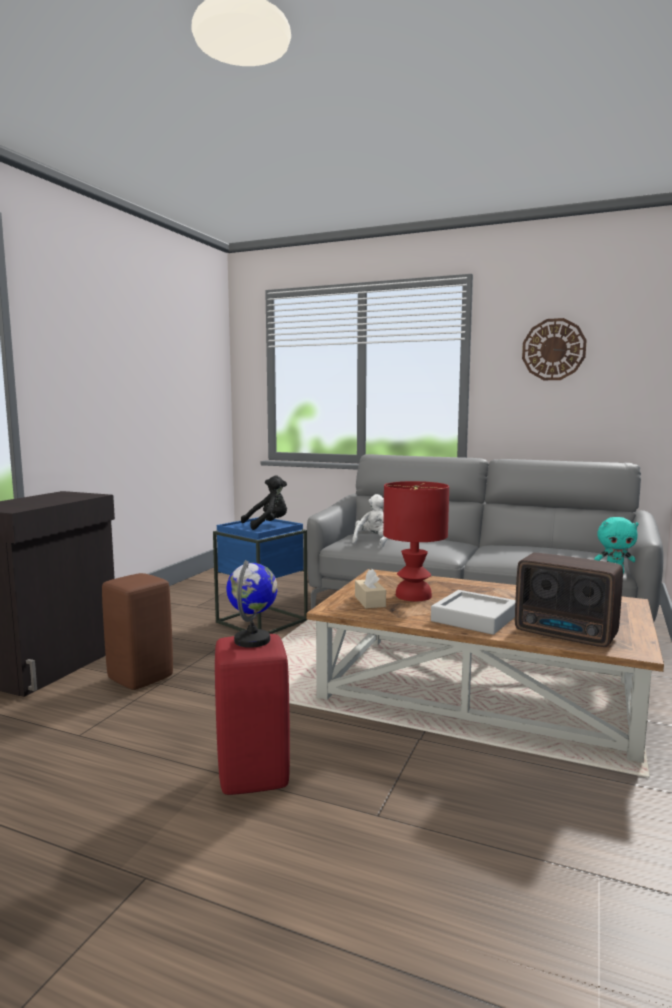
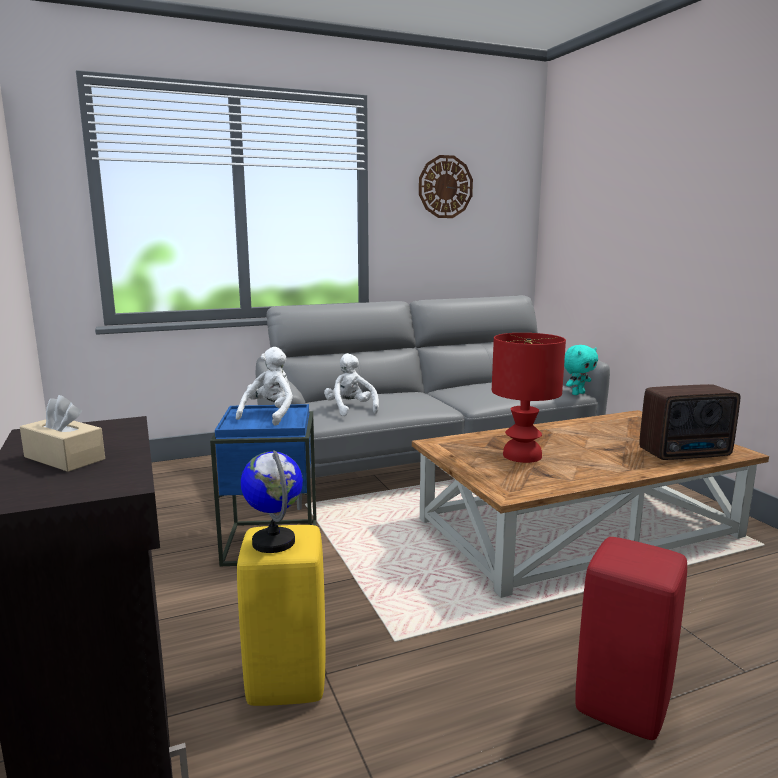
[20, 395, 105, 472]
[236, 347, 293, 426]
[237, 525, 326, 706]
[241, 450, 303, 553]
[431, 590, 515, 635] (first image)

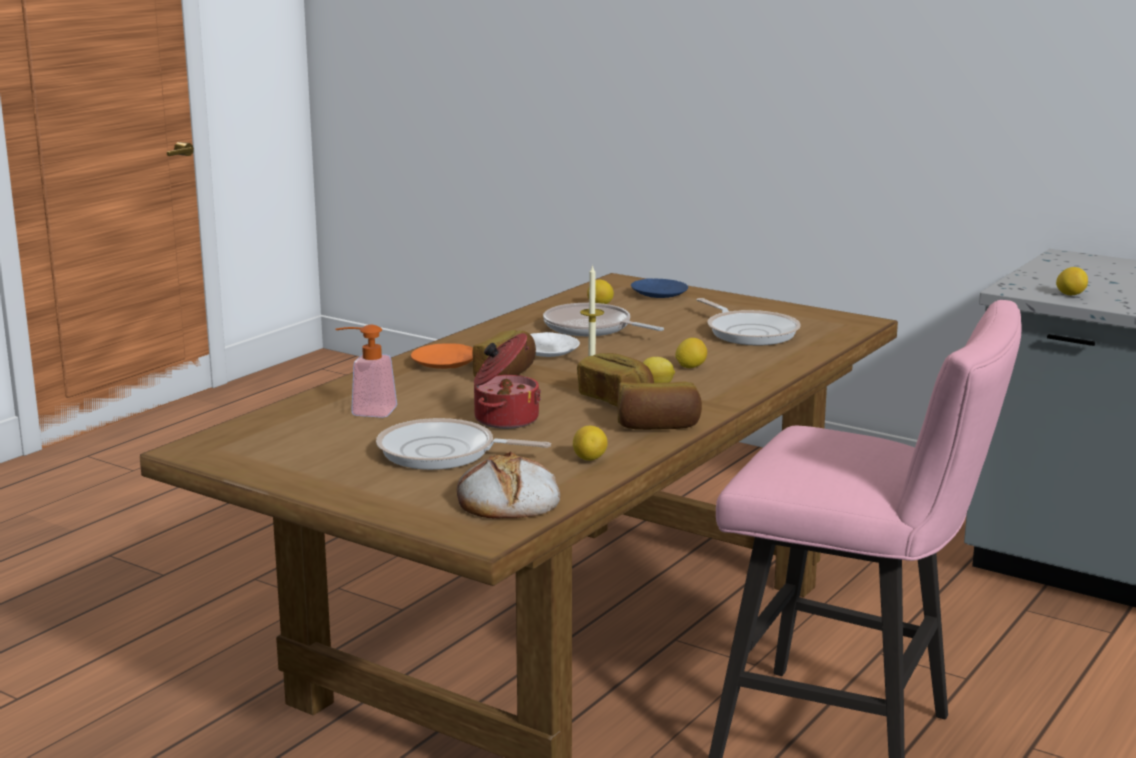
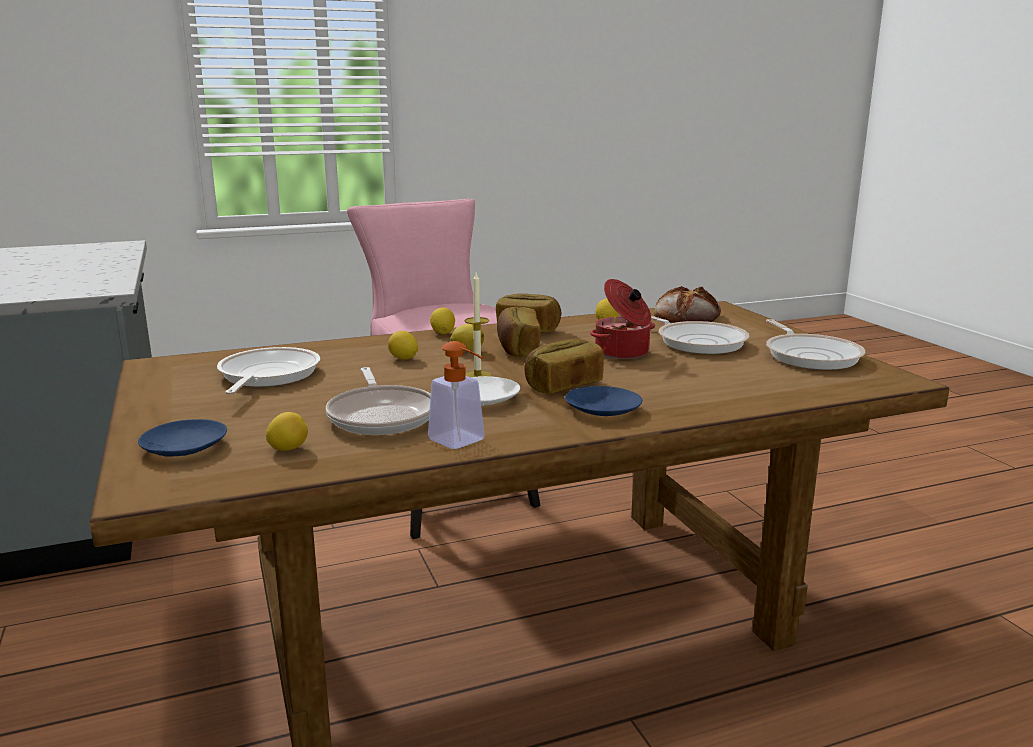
[428, 341, 485, 449]
[430, 308, 455, 334]
[565, 386, 642, 416]
[766, 319, 865, 370]

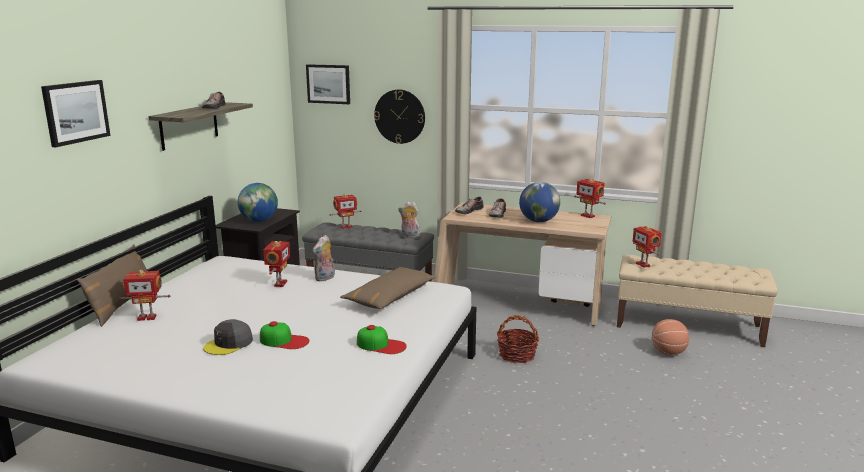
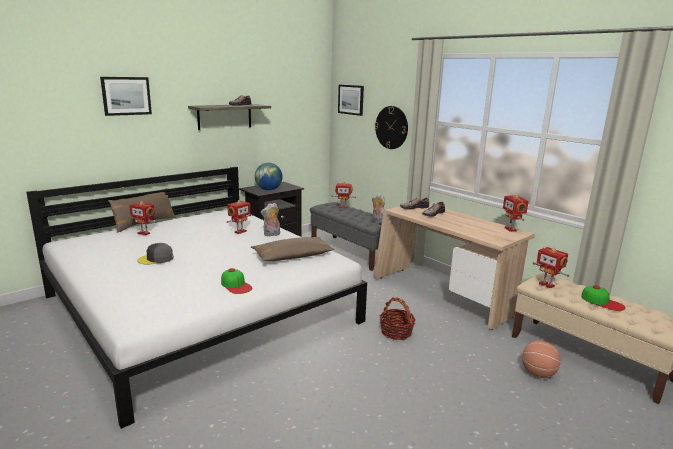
[533, 247, 569, 288]
[581, 285, 626, 311]
[519, 182, 560, 222] (first image)

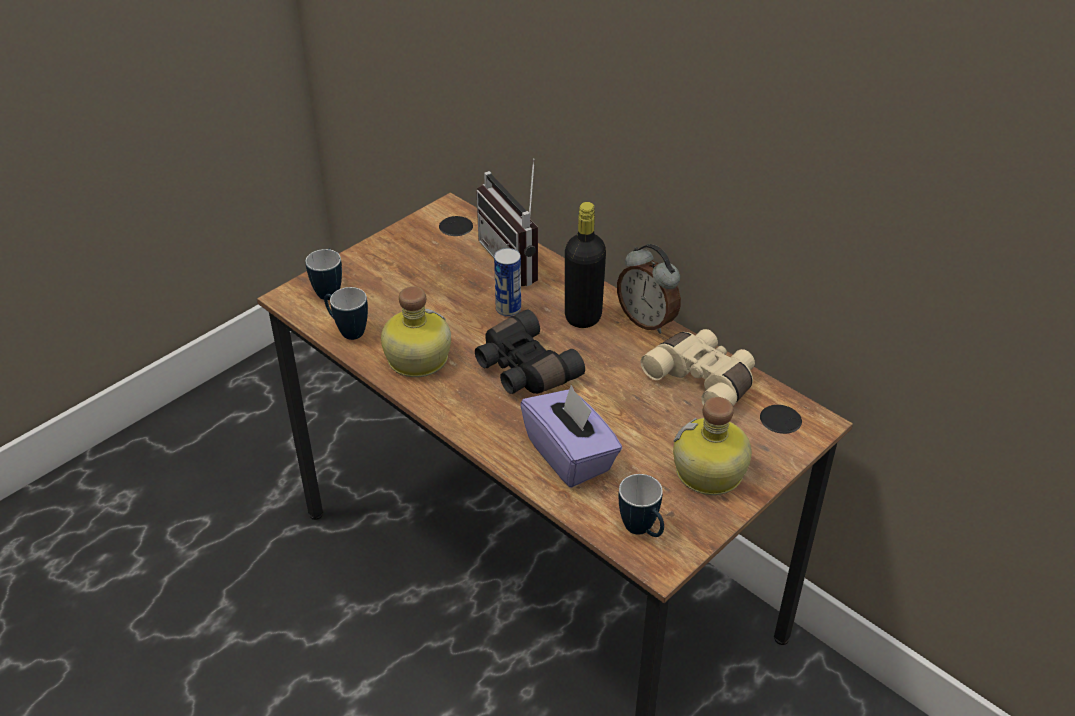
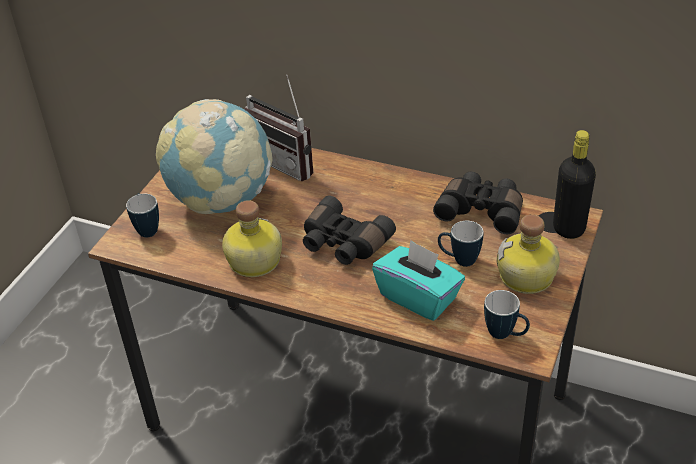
[156, 99, 273, 214]
[372, 240, 465, 321]
[433, 172, 523, 234]
[438, 221, 483, 267]
[553, 130, 596, 239]
[494, 248, 521, 317] (first image)
[617, 244, 681, 334] (first image)

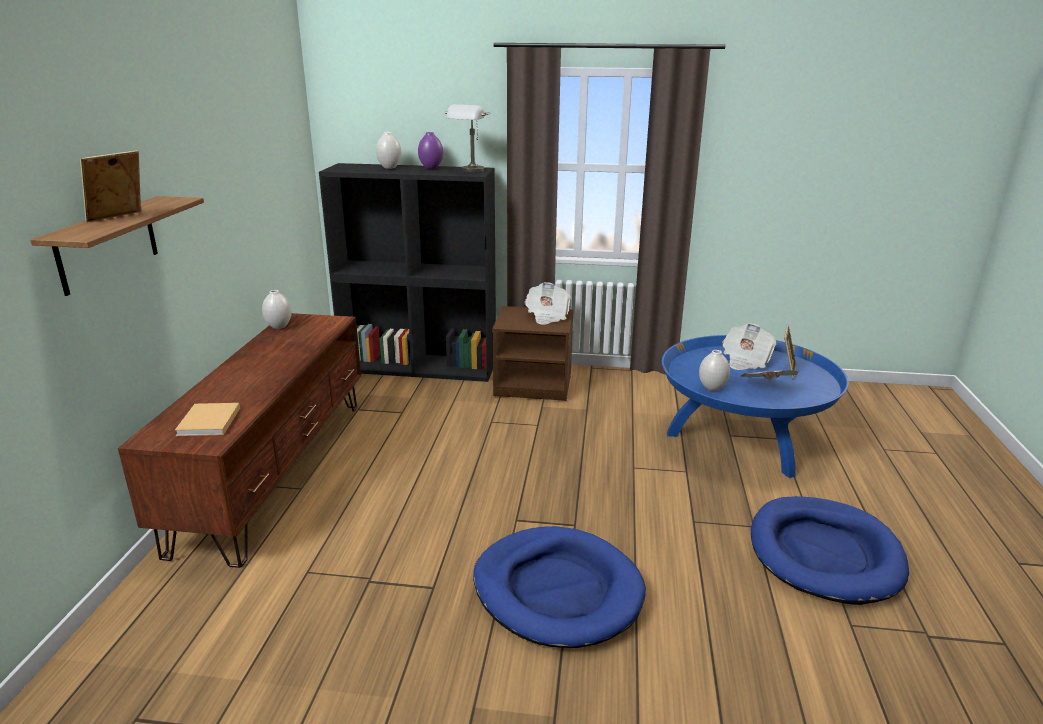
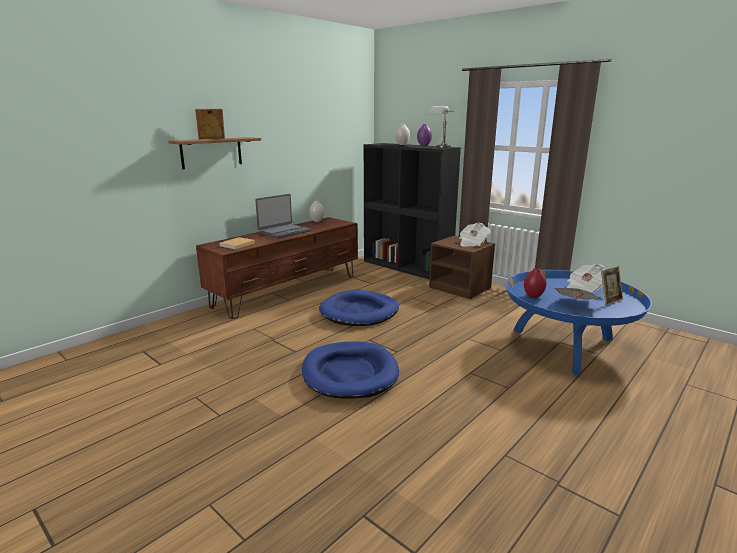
[255, 194, 311, 239]
[319, 290, 399, 326]
[524, 268, 547, 298]

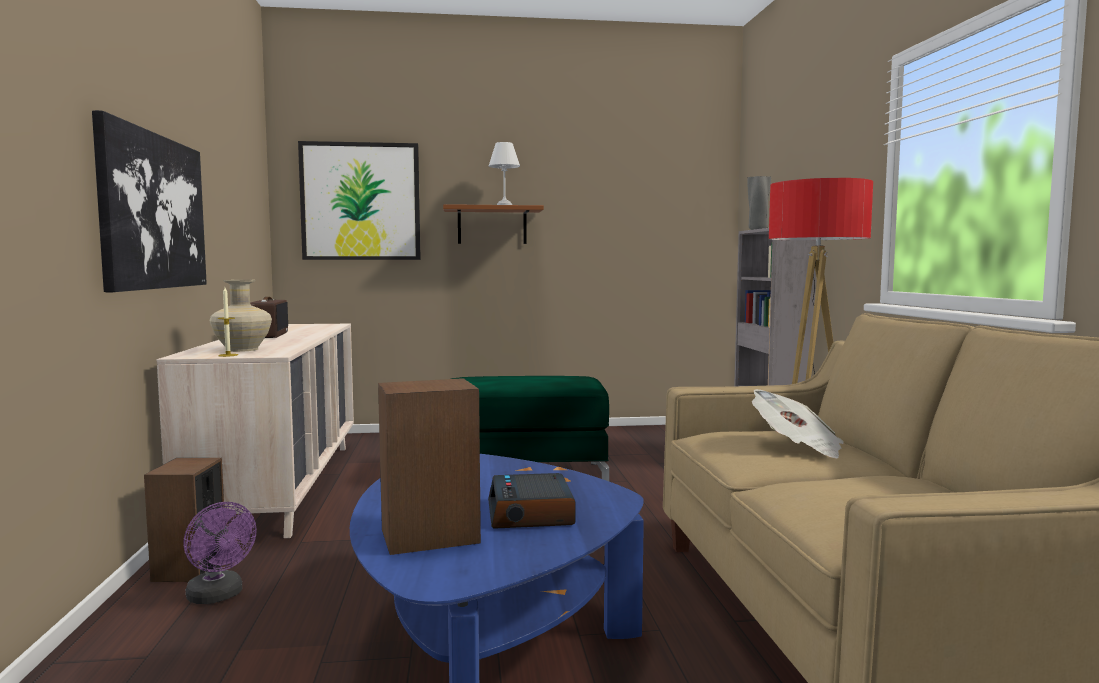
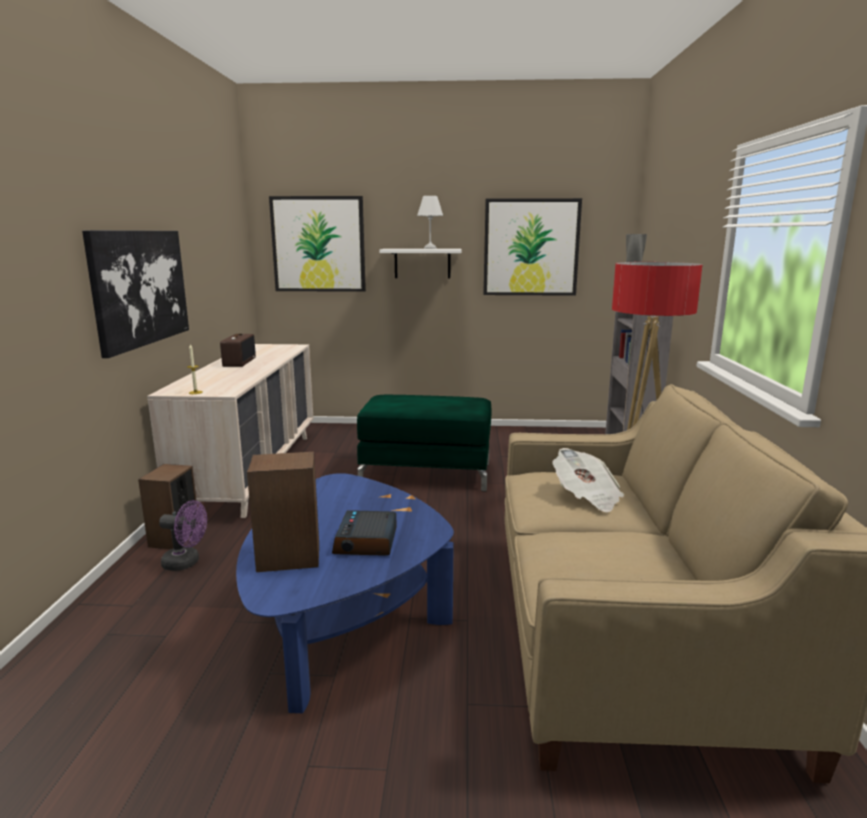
[159, 500, 207, 571]
[379, 249, 461, 278]
[483, 198, 582, 296]
[209, 280, 272, 352] (first image)

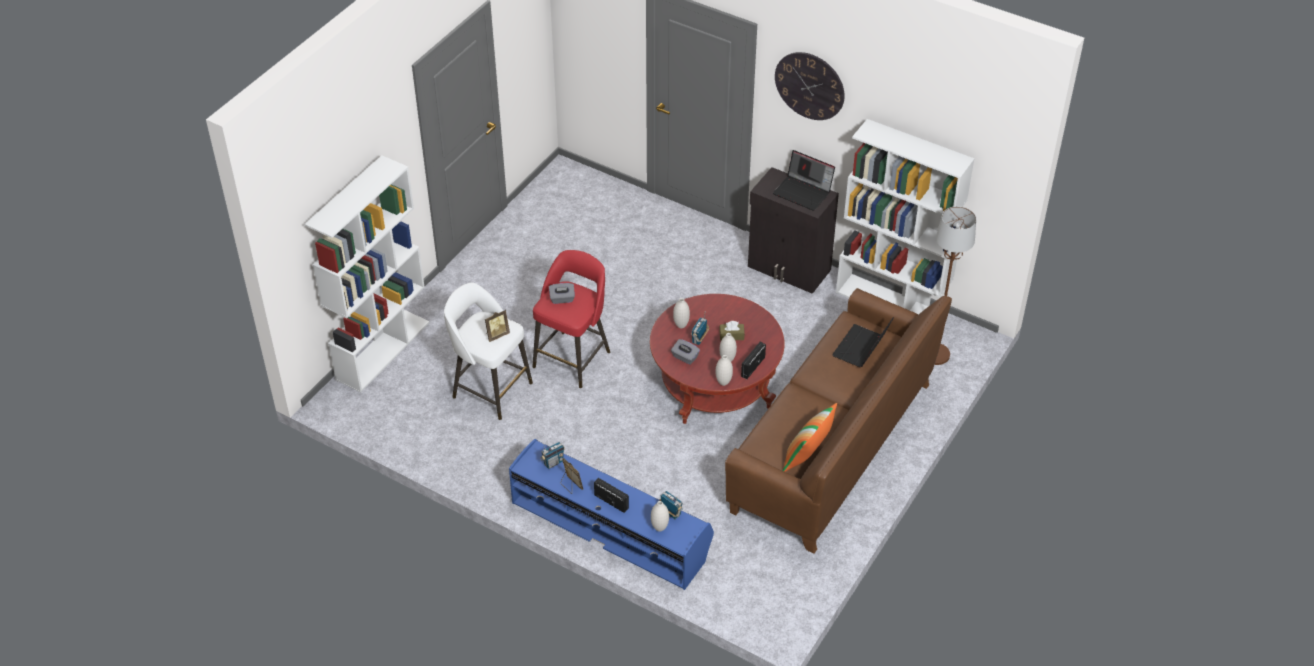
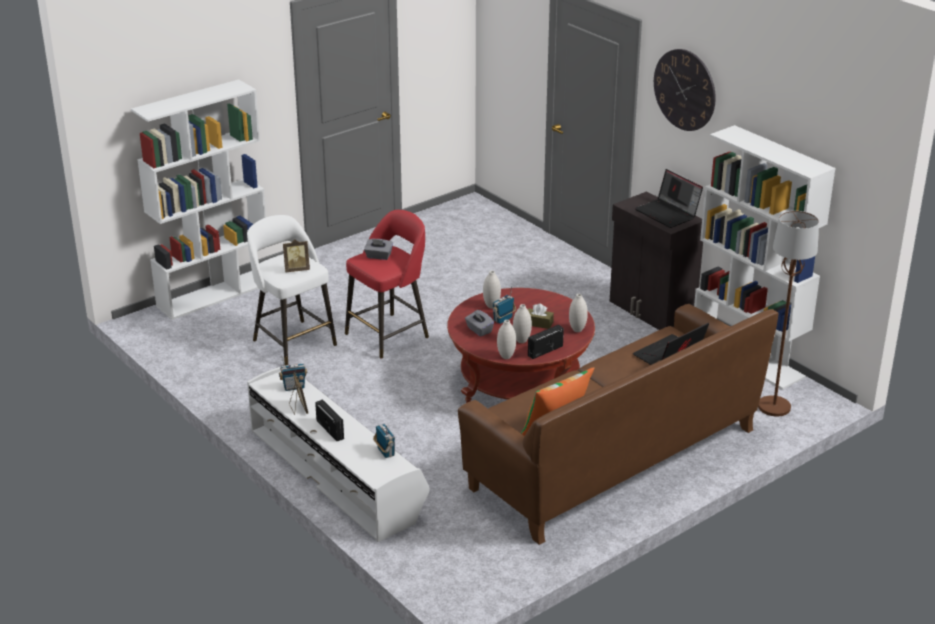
[247, 365, 430, 542]
[569, 294, 588, 332]

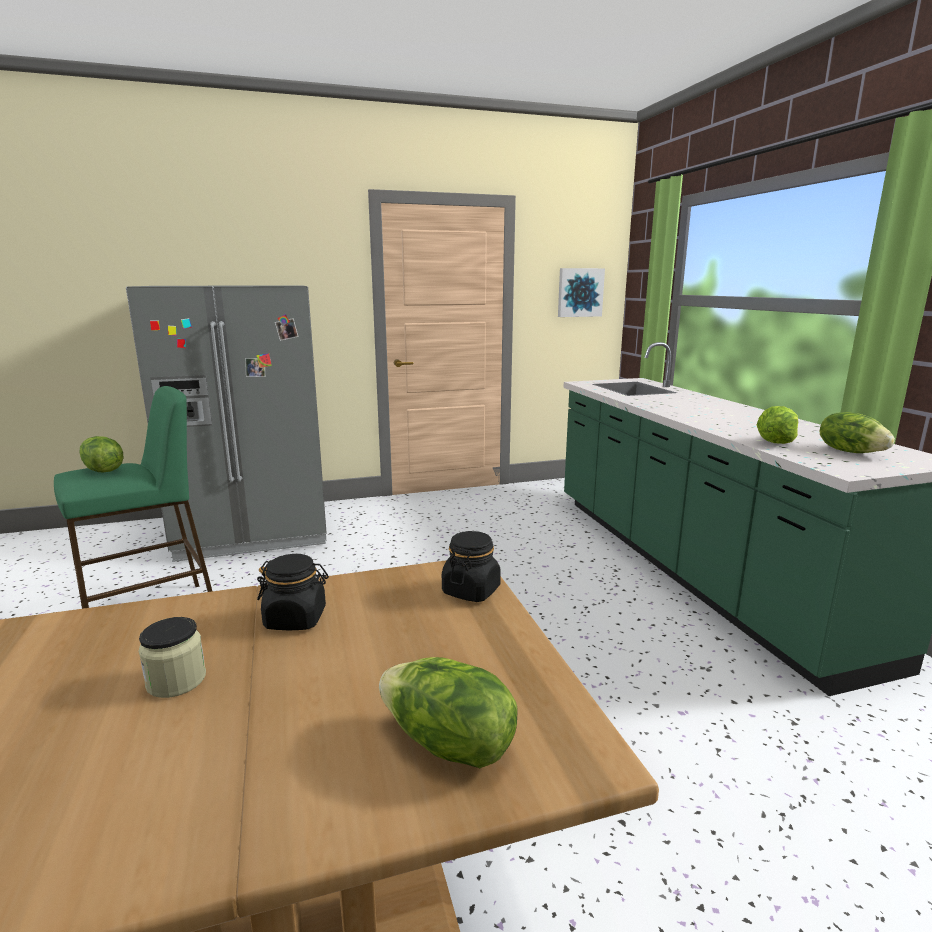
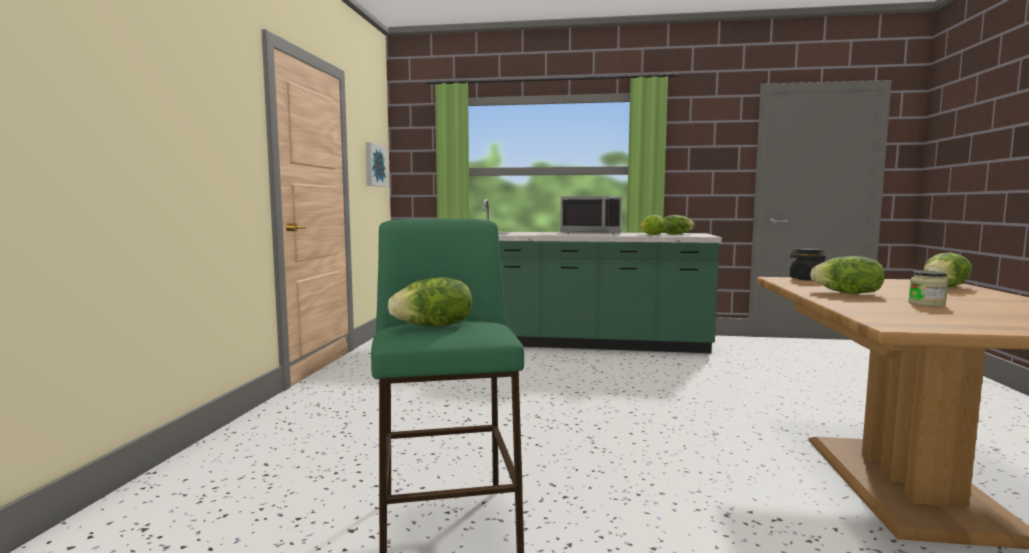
[560, 196, 622, 234]
[810, 256, 885, 294]
[126, 285, 327, 562] (first image)

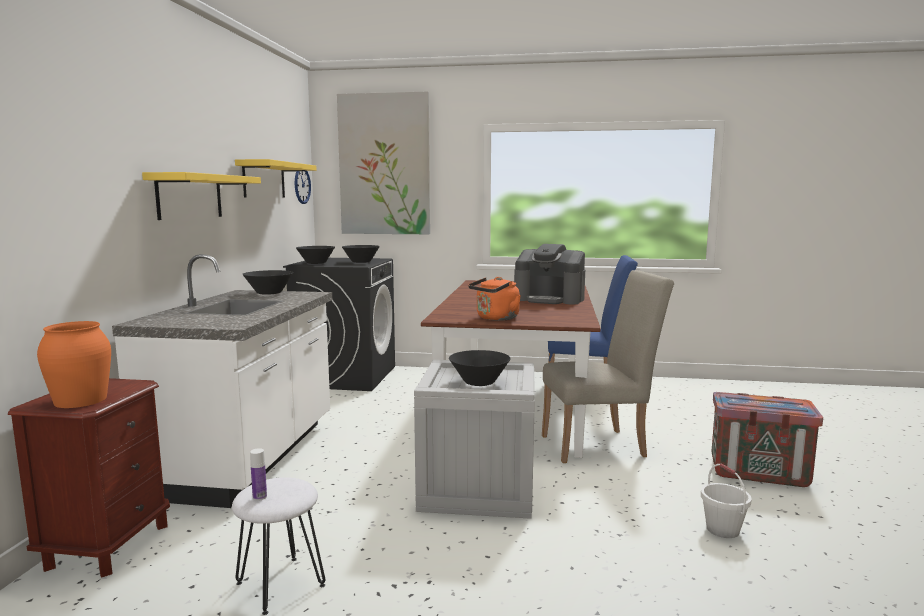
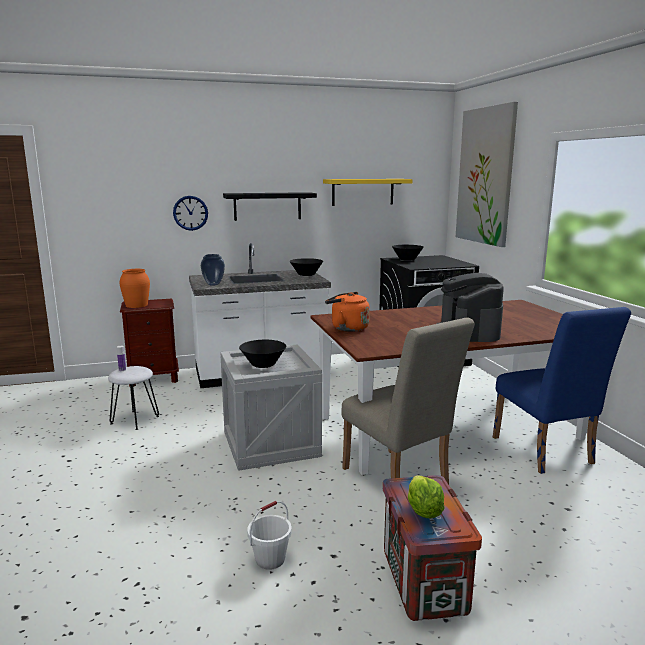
[173, 196, 208, 231]
[201, 254, 225, 286]
[223, 192, 317, 221]
[408, 475, 445, 518]
[342, 245, 380, 263] (first image)

